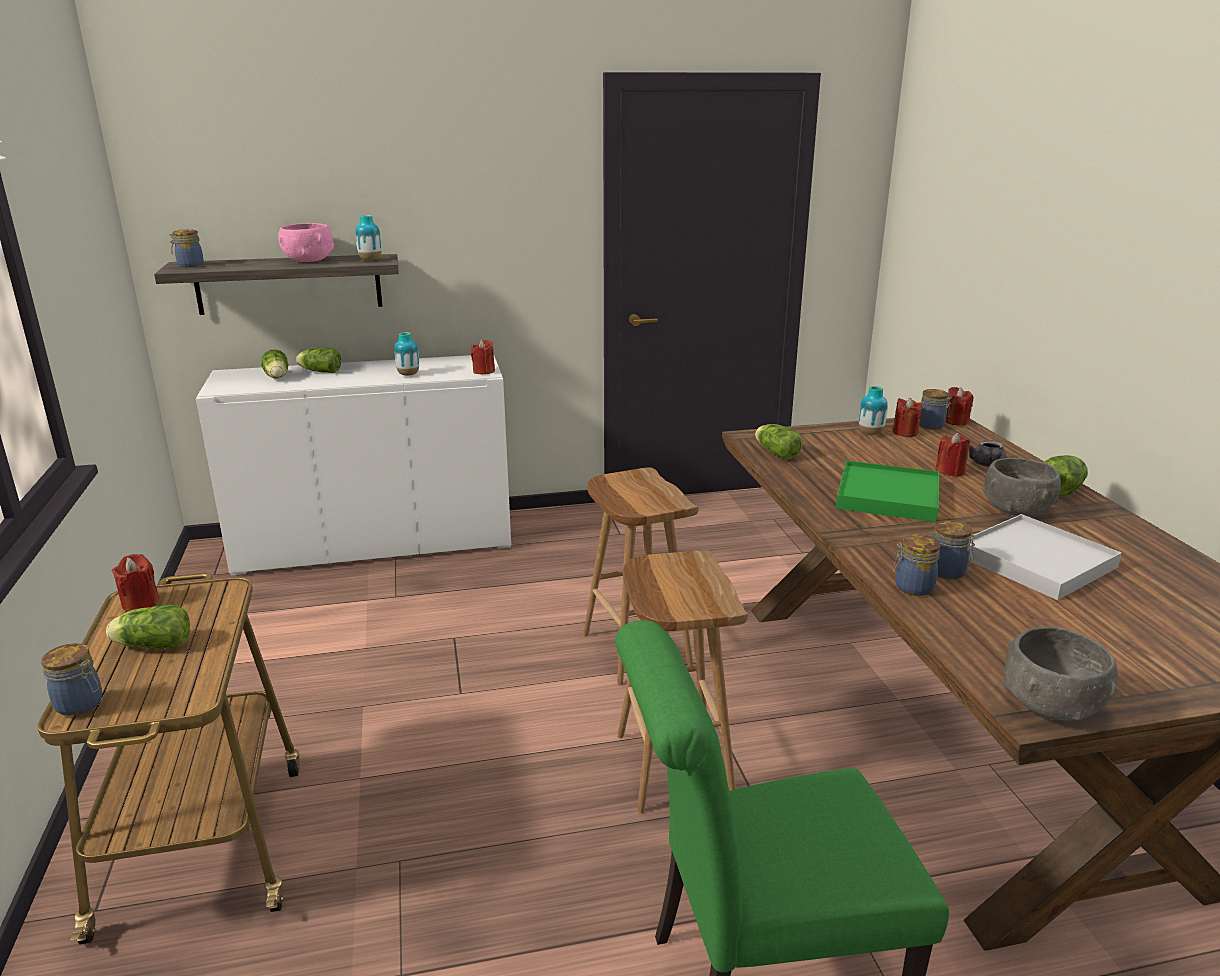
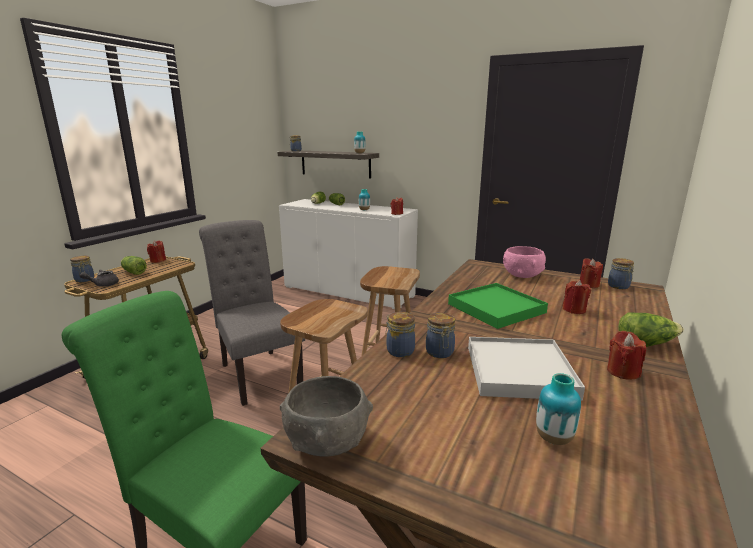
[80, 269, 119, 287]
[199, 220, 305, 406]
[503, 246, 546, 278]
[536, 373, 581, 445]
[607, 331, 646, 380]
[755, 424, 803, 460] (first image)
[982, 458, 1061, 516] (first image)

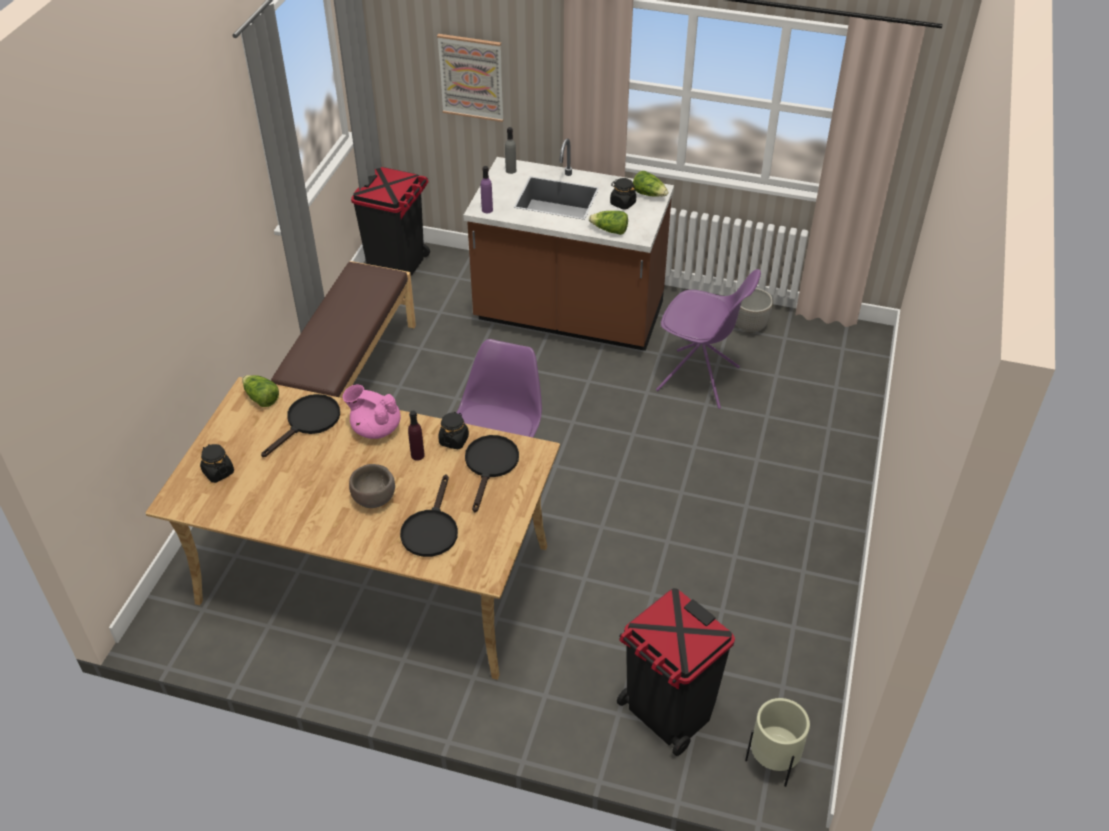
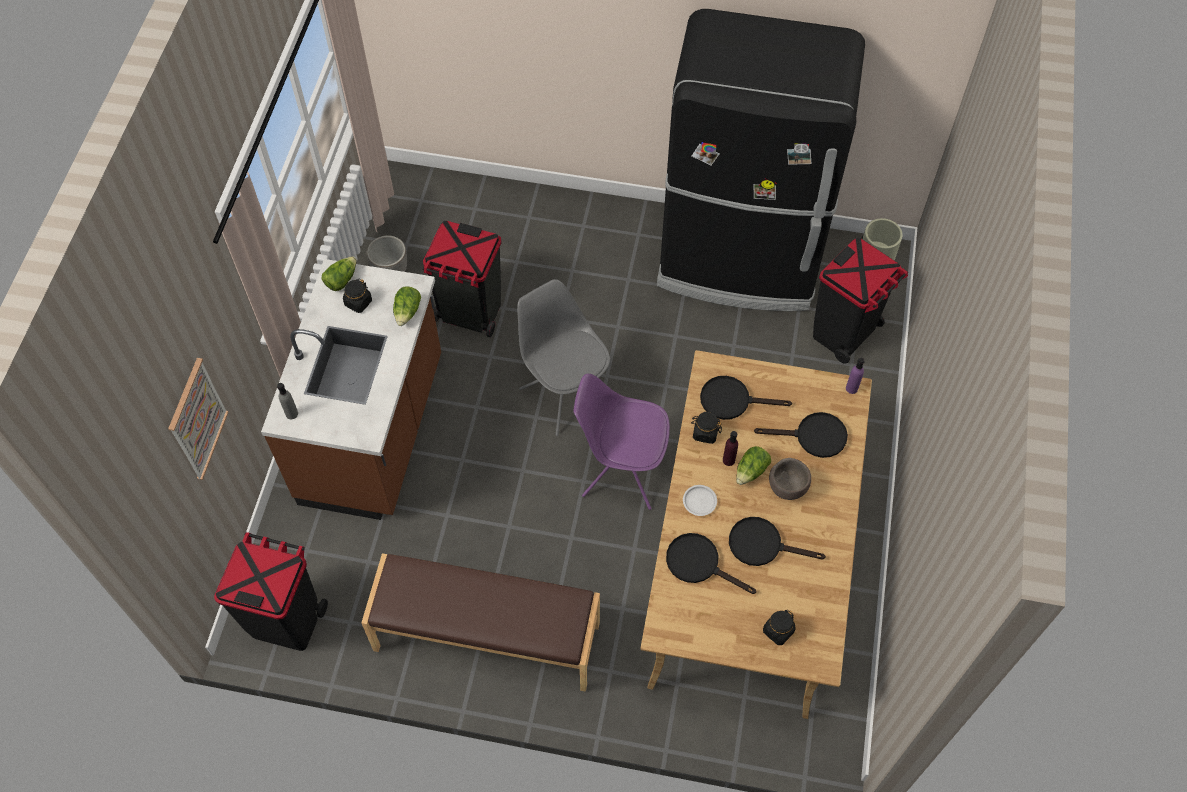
[423, 221, 502, 337]
[517, 279, 610, 436]
[657, 9, 865, 311]
[683, 485, 717, 516]
[729, 517, 826, 566]
[736, 446, 771, 485]
[846, 358, 865, 394]

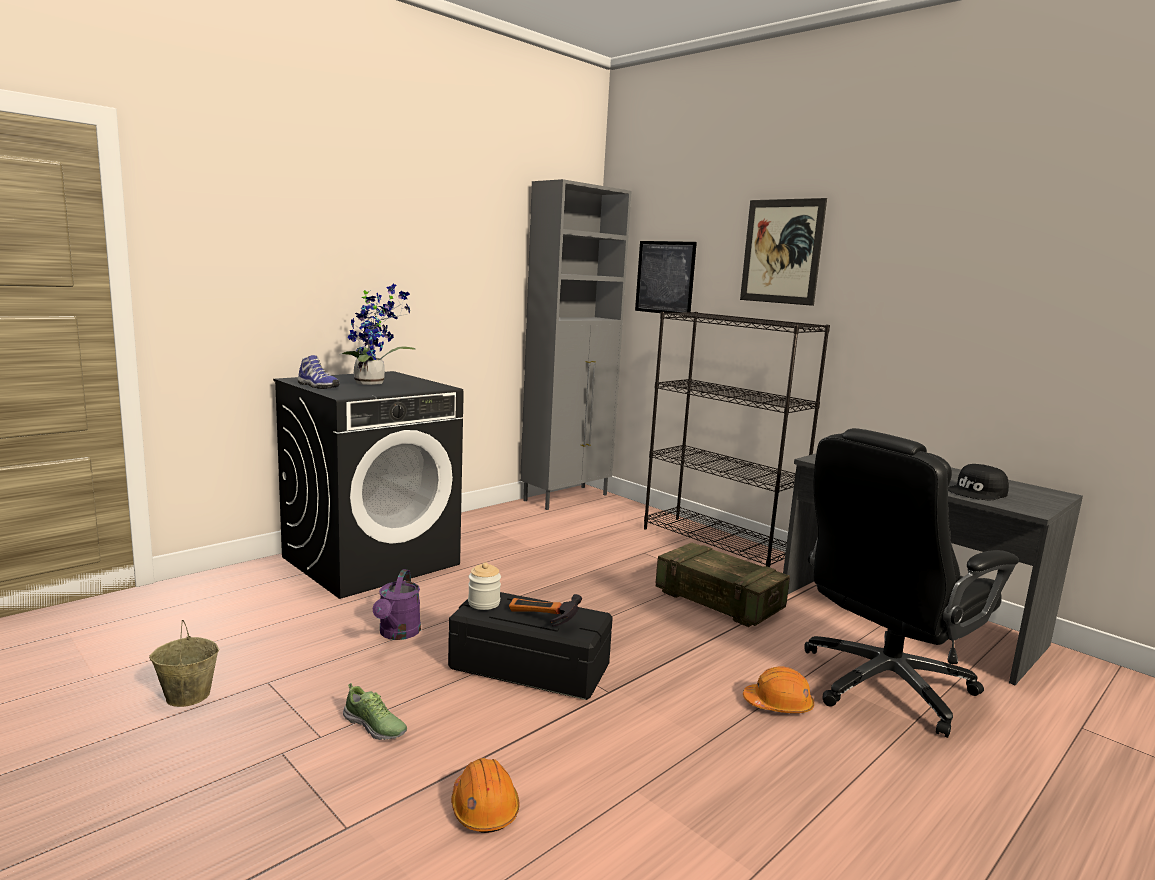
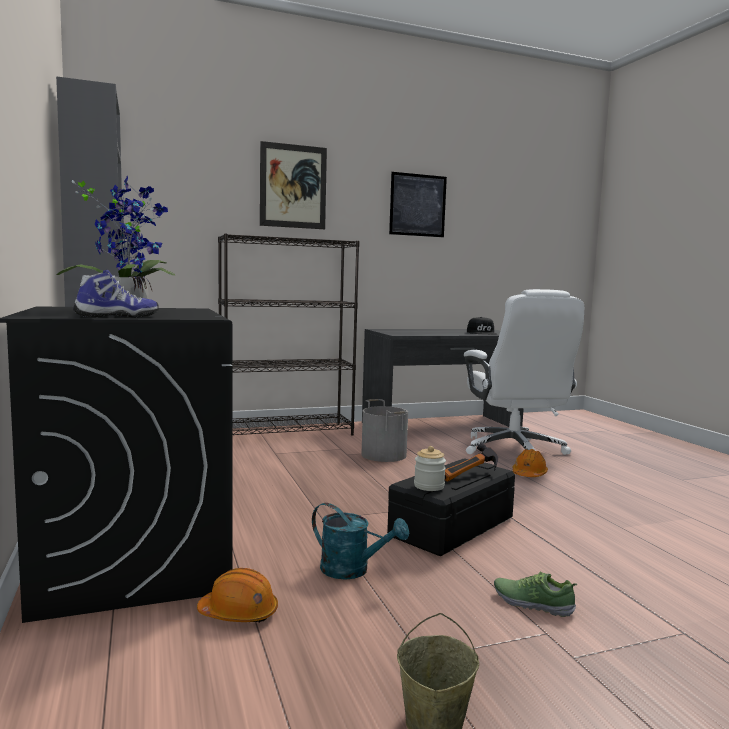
[197, 568, 278, 622]
[312, 503, 409, 580]
[361, 399, 408, 462]
[389, 172, 447, 237]
[464, 289, 584, 455]
[494, 571, 577, 617]

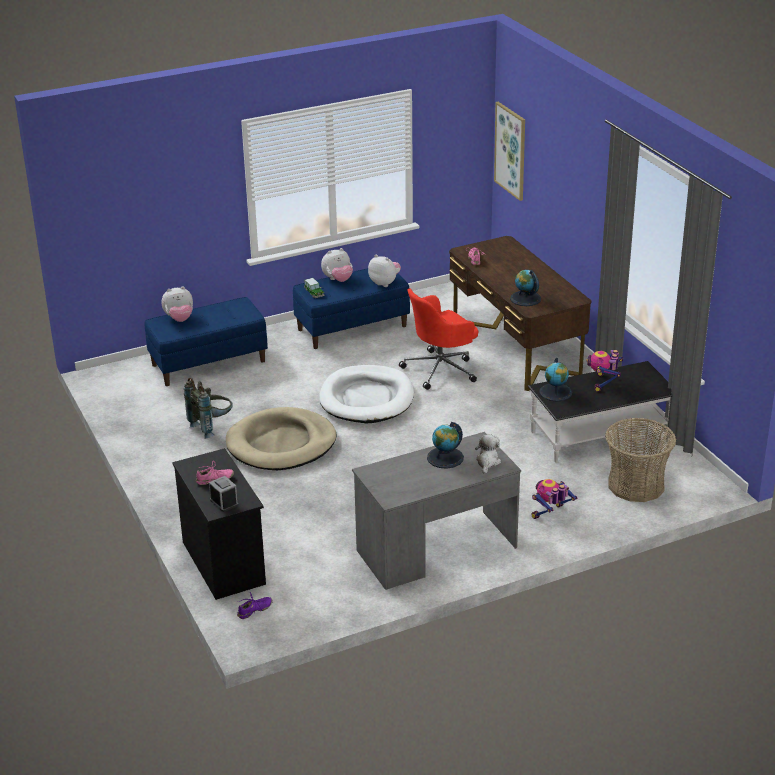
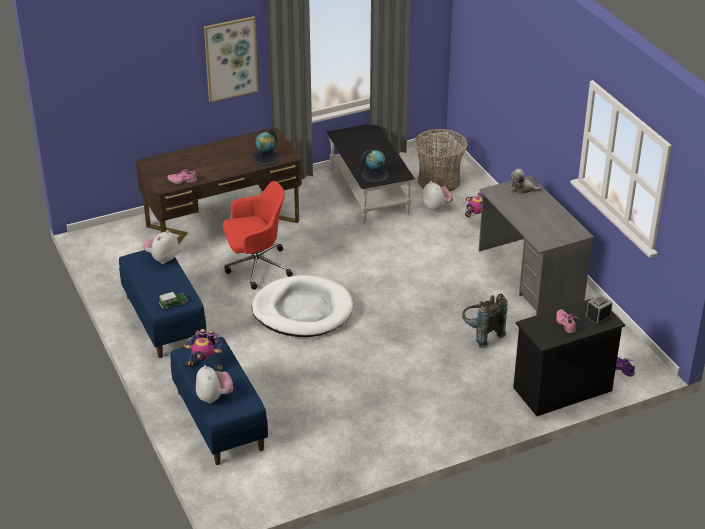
[184, 329, 226, 371]
[204, 16, 258, 102]
[223, 181, 293, 290]
[422, 181, 453, 212]
[462, 294, 508, 348]
[226, 407, 337, 470] (first image)
[427, 422, 464, 469] (first image)

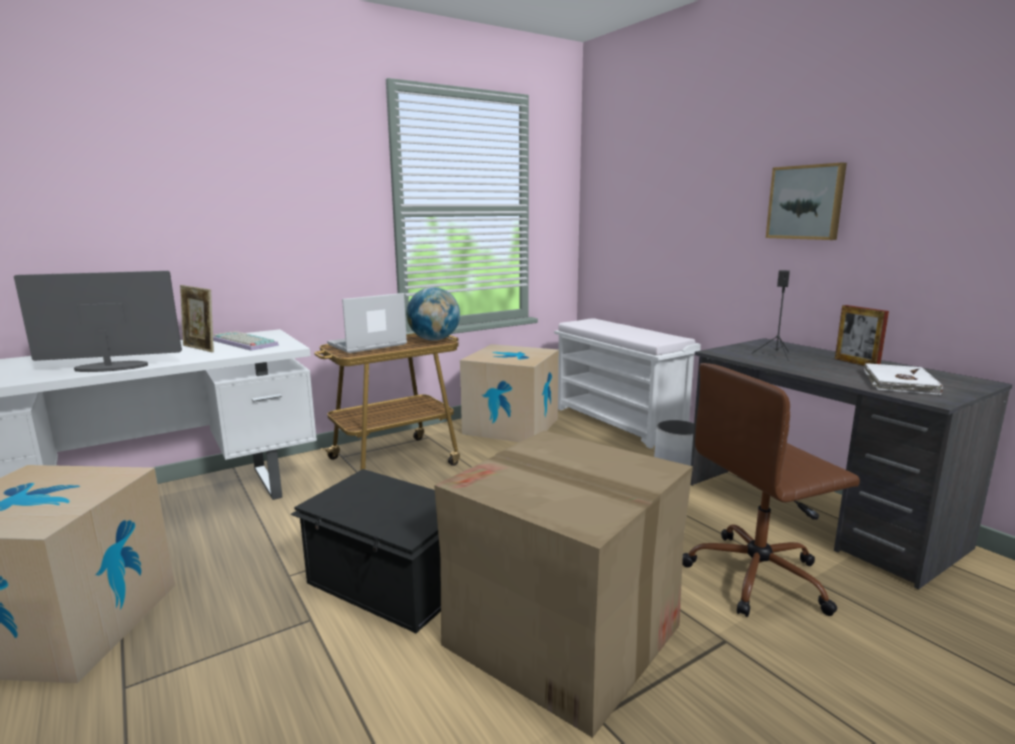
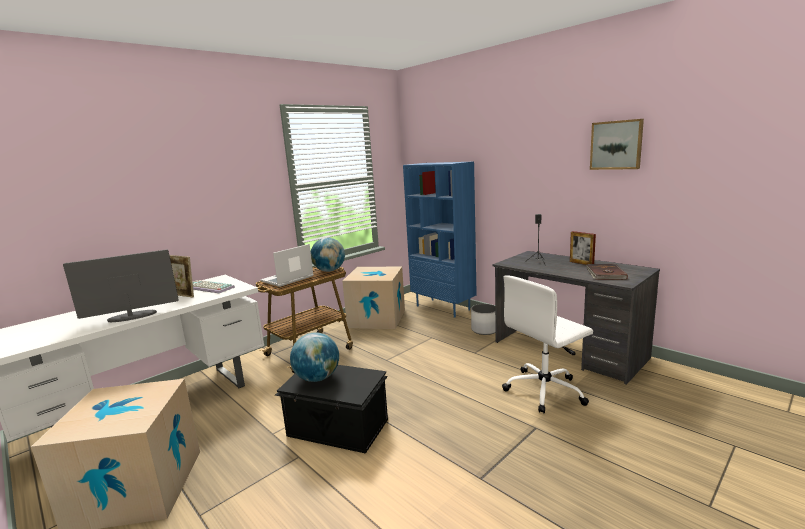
[290, 332, 339, 382]
[403, 162, 477, 318]
[502, 275, 593, 413]
[586, 264, 628, 280]
[590, 119, 644, 170]
[434, 431, 693, 738] (first image)

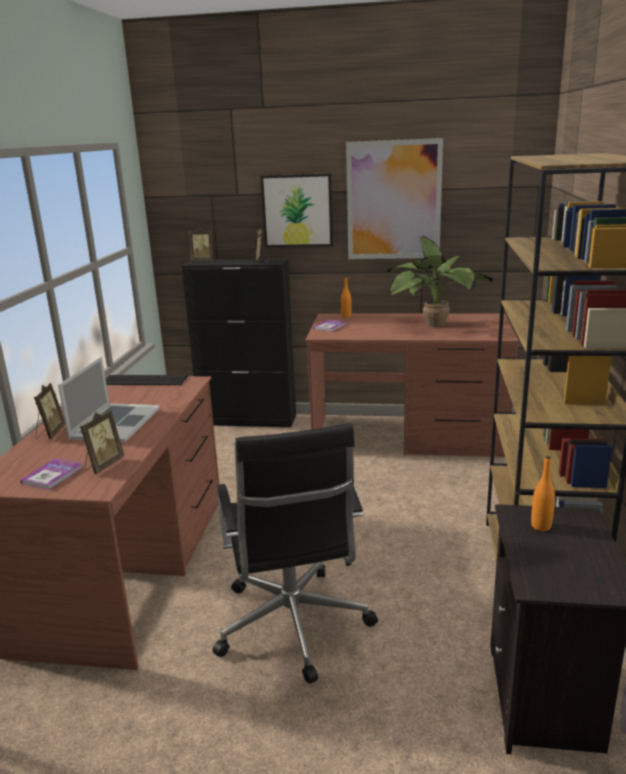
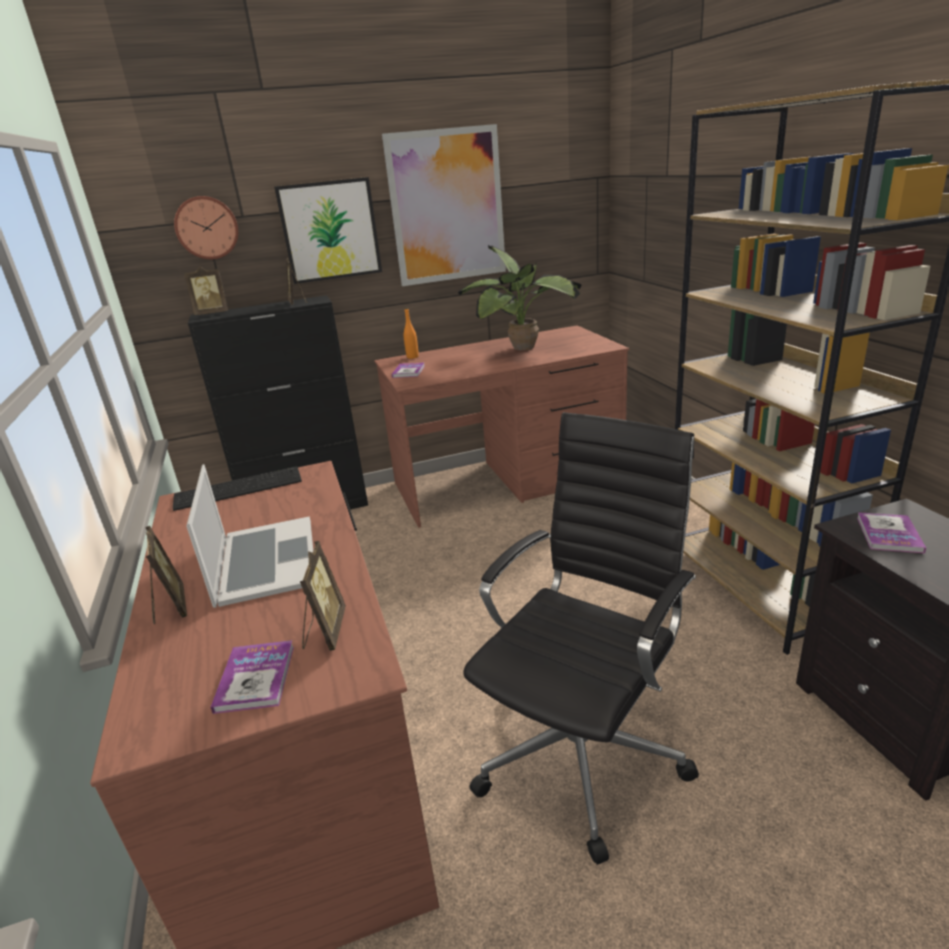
[174, 196, 238, 260]
[463, 412, 699, 865]
[857, 512, 926, 553]

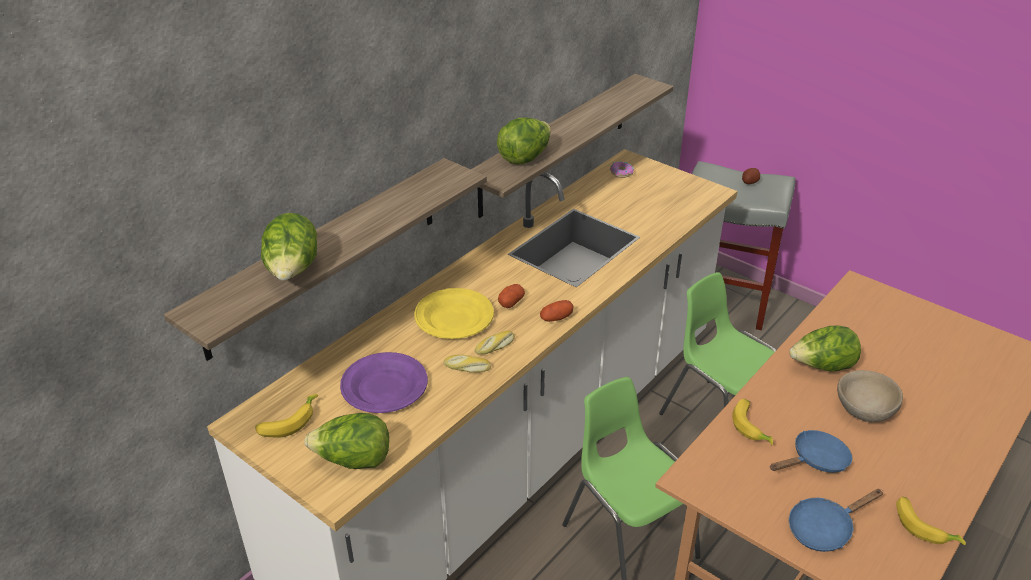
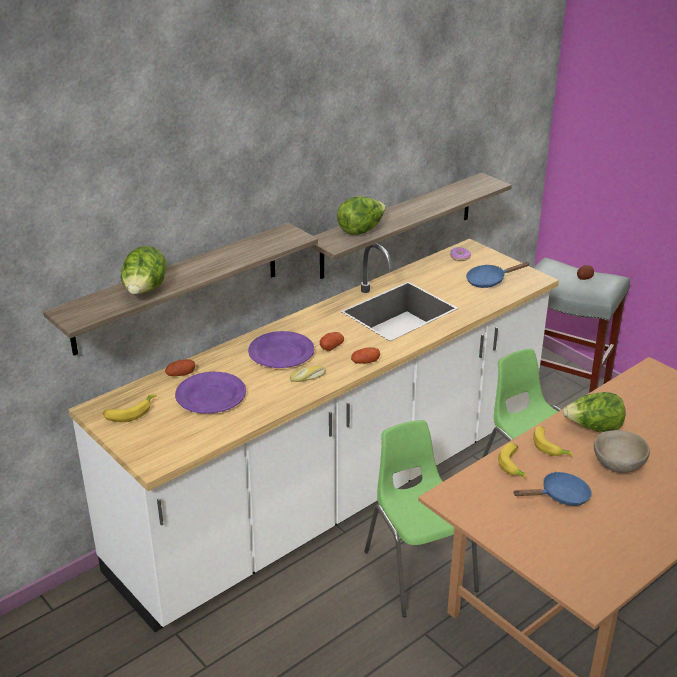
[165, 359, 195, 376]
[248, 331, 314, 368]
[466, 262, 530, 288]
[533, 426, 573, 457]
[305, 413, 389, 469] (first image)
[444, 355, 491, 372] (first image)

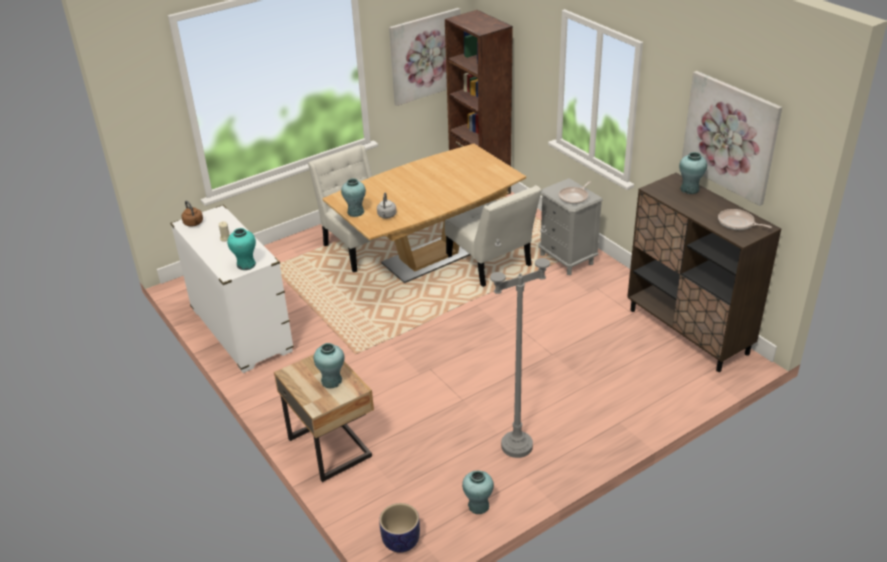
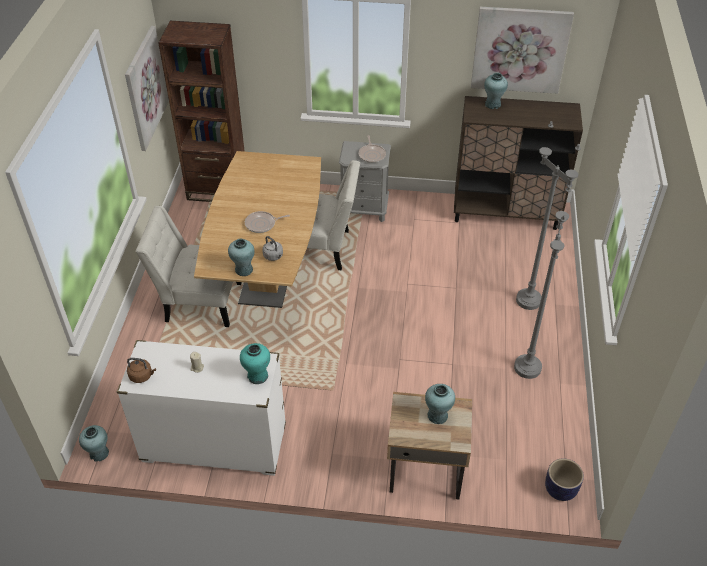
[79, 425, 109, 461]
[245, 211, 290, 233]
[516, 121, 581, 310]

